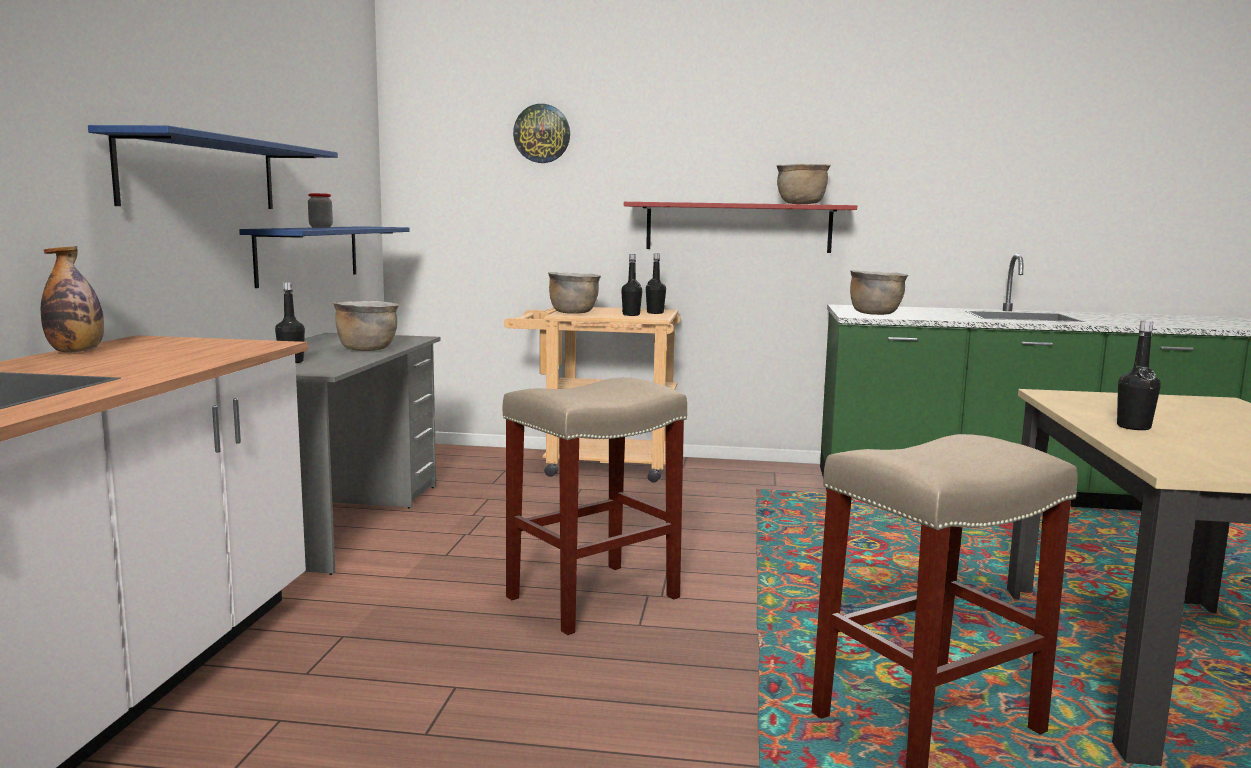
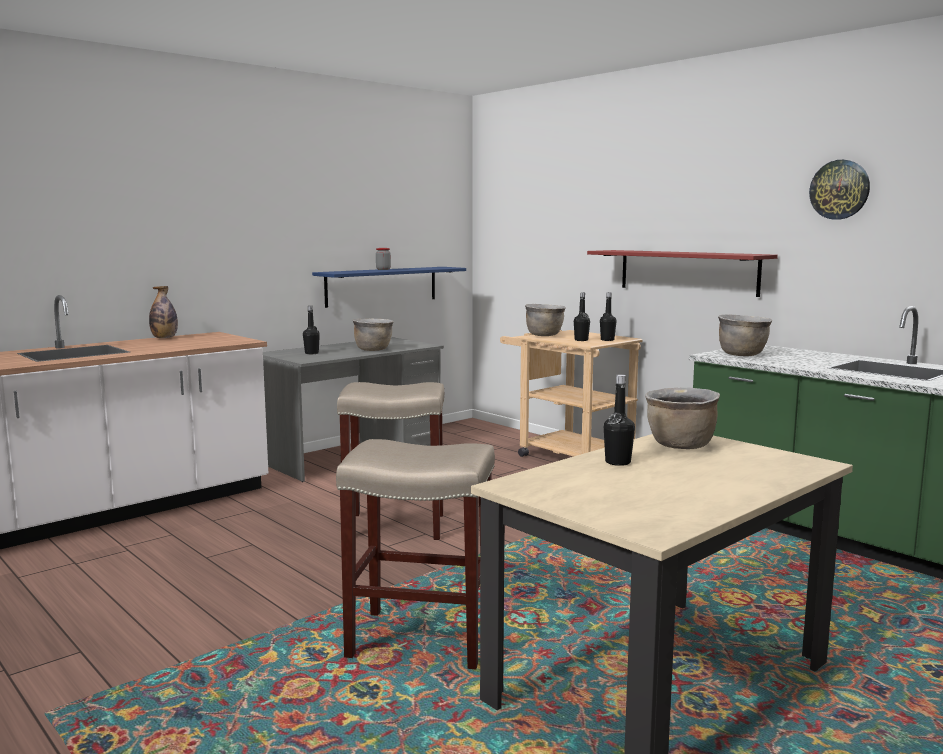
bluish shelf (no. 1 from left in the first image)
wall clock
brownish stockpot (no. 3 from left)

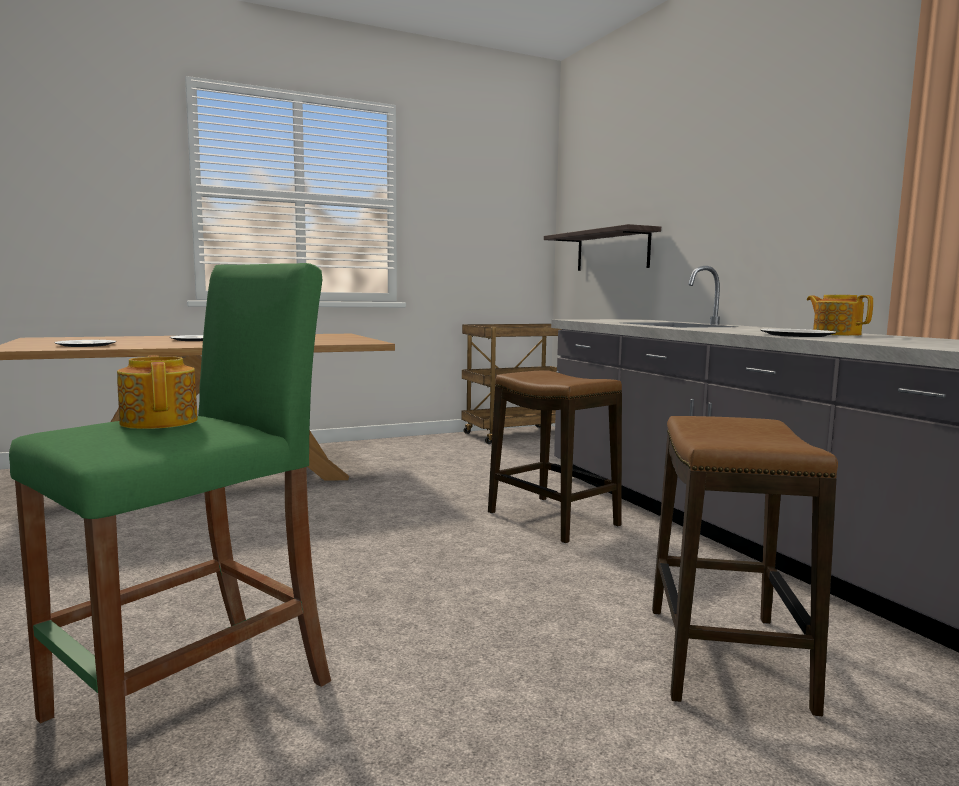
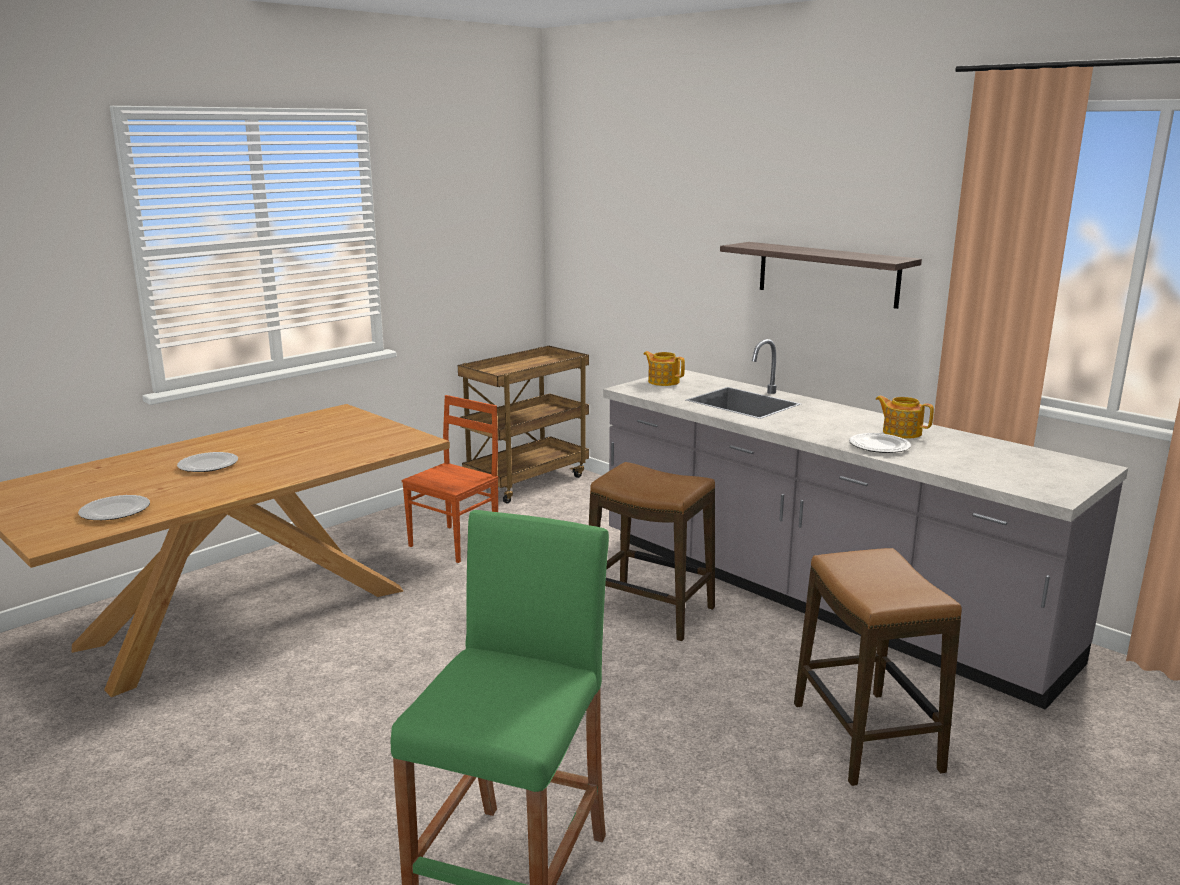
brownish chair
pot for tea (no. 1 from left)
shelf

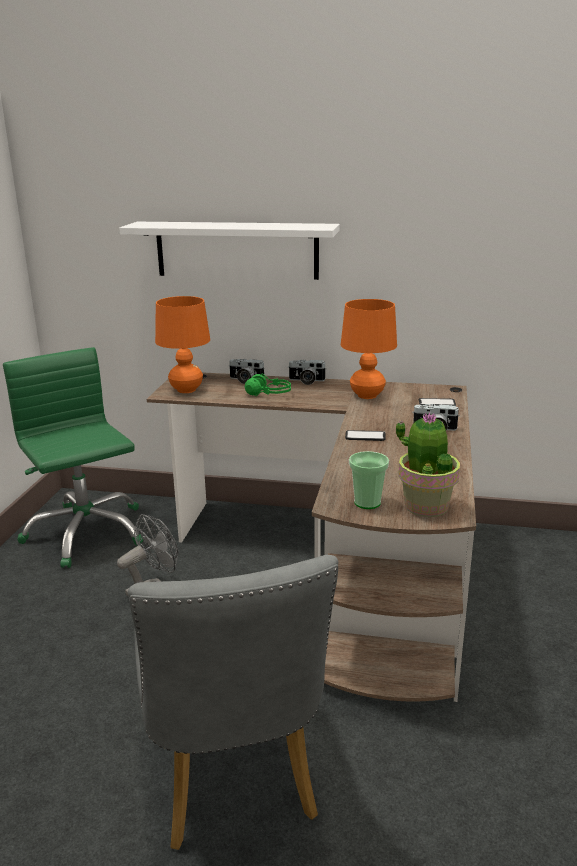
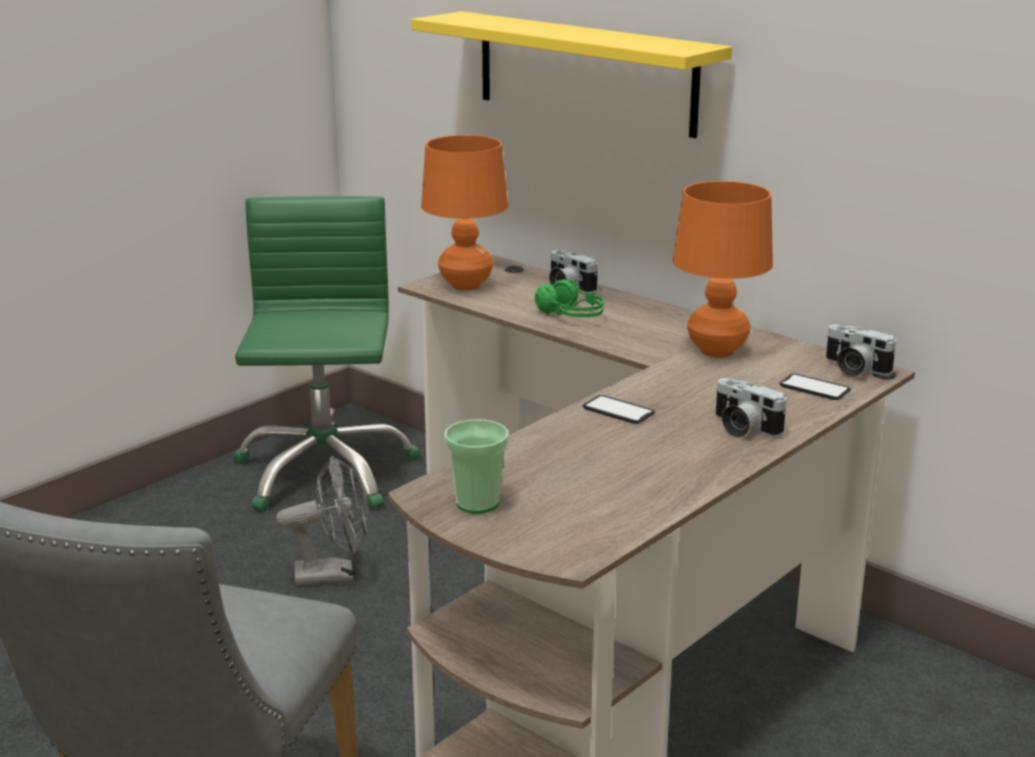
houseplant
still camera (no. 3 from left)
yellow shelf

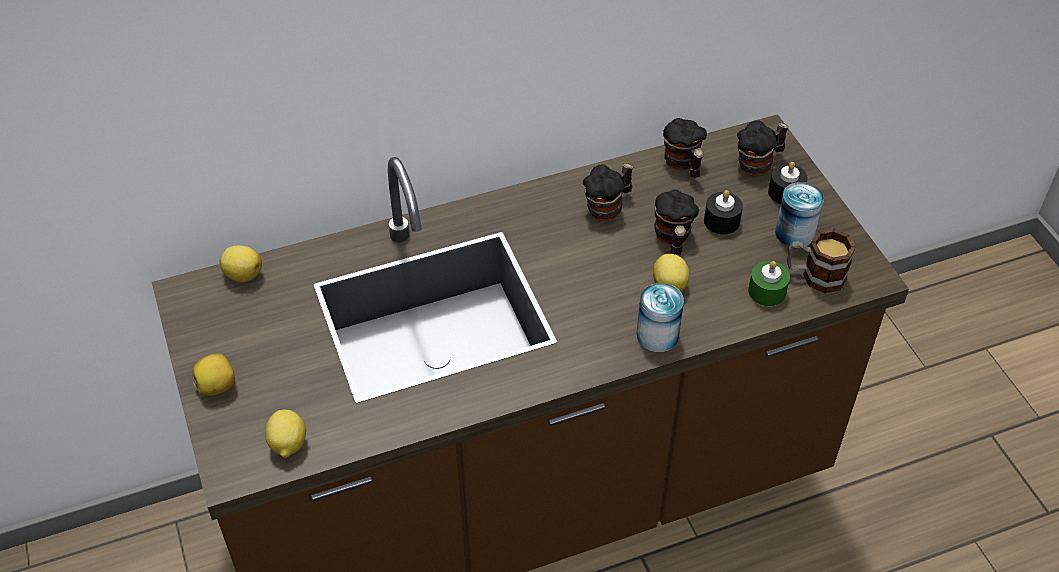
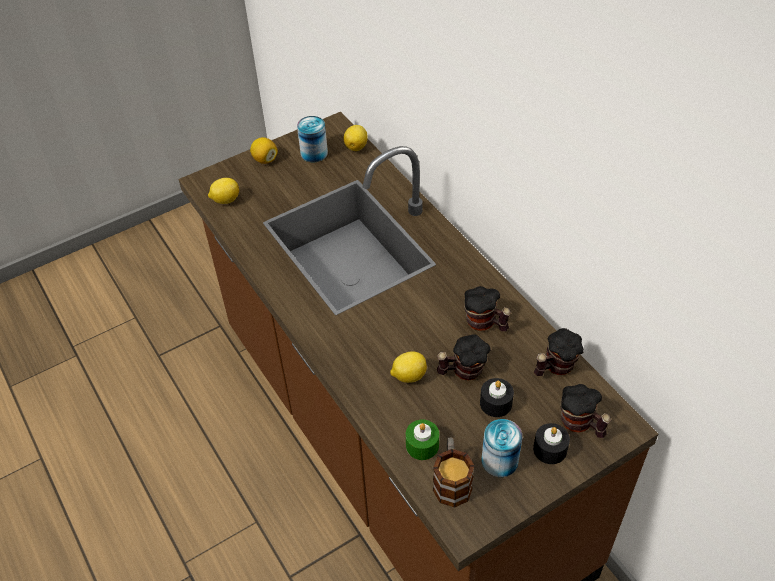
sealed can (no. 1 from left)

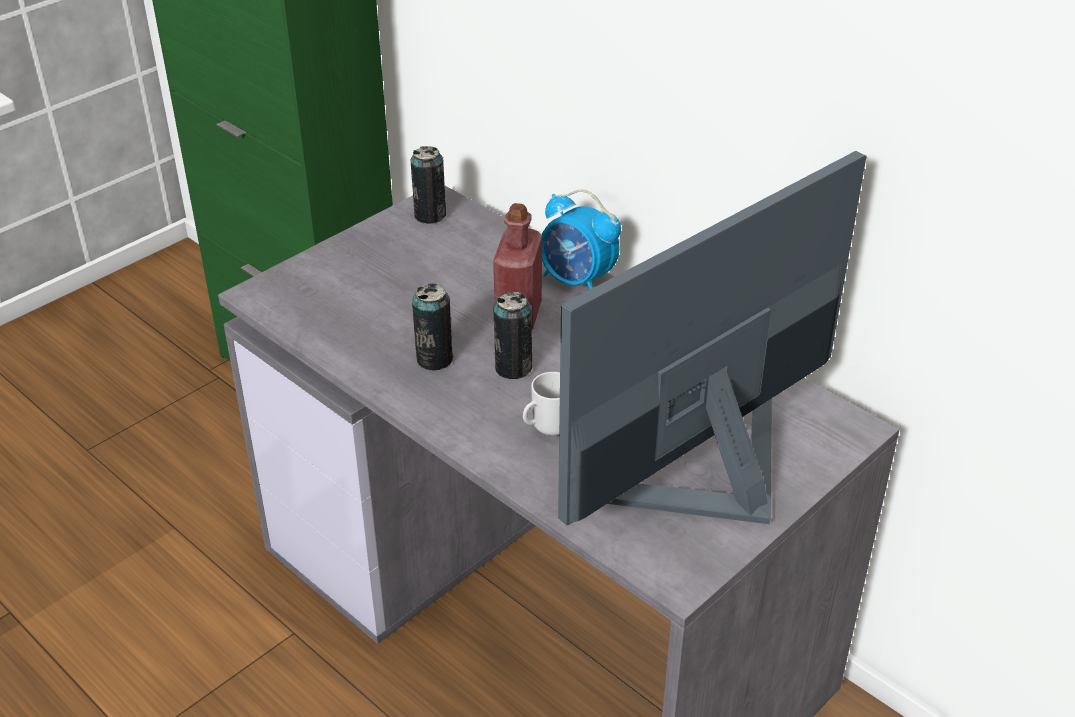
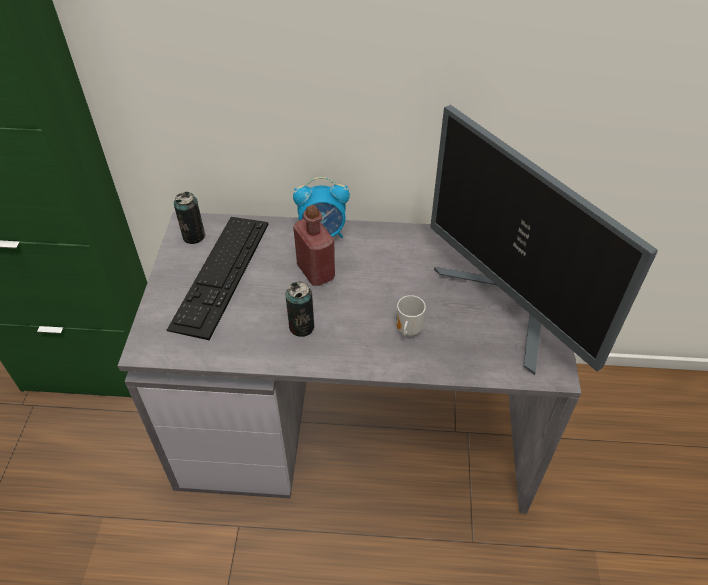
sealed can (no. 3 from left in the first image)
keyboard
computer display

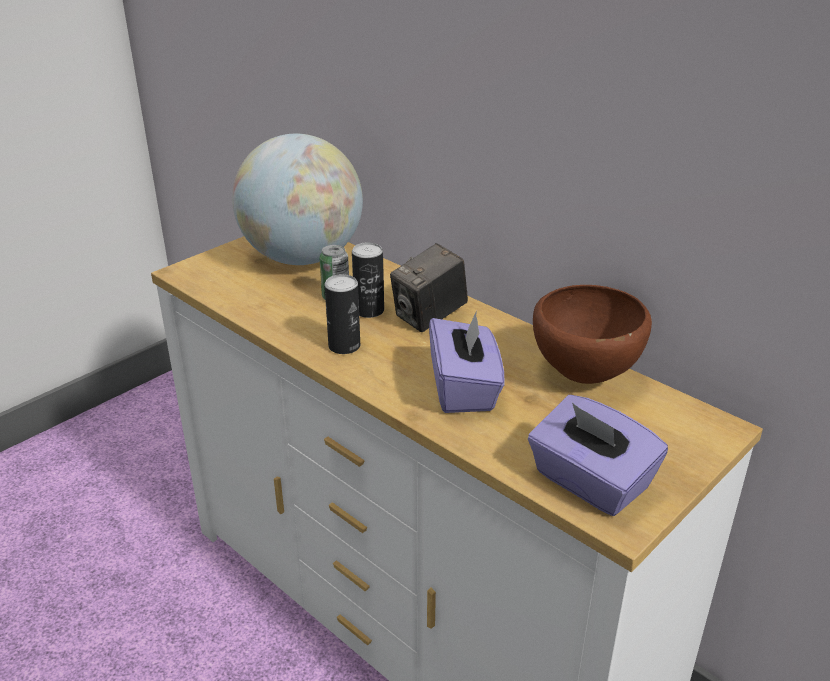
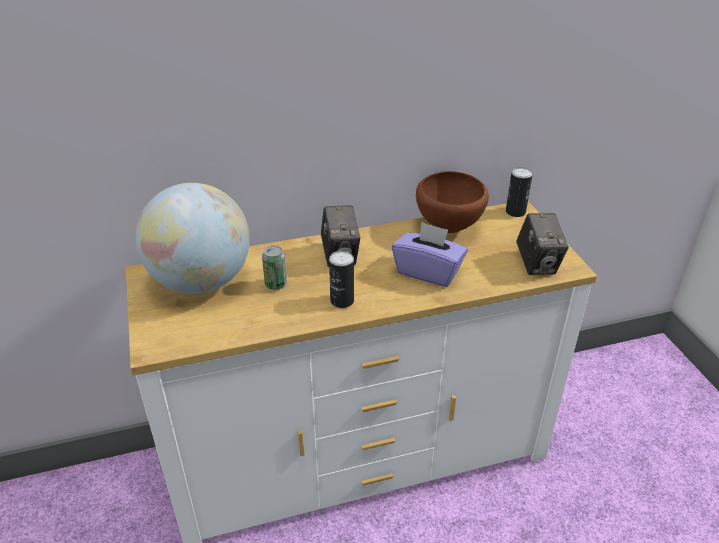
sealed can (no. 3 from left)
still camera (no. 2 from left)

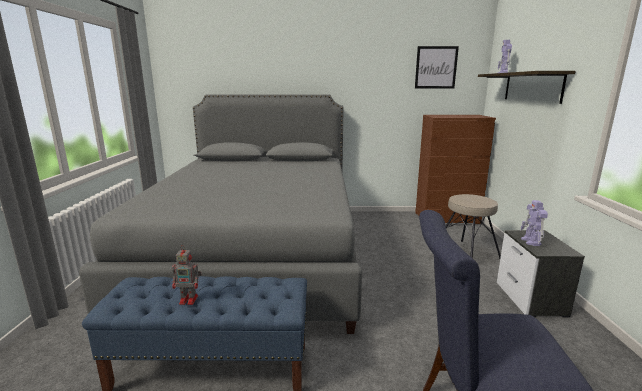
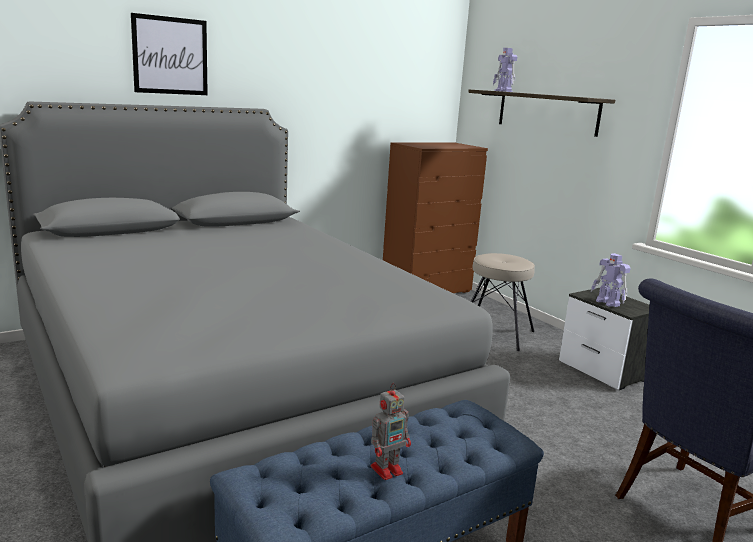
wall picture

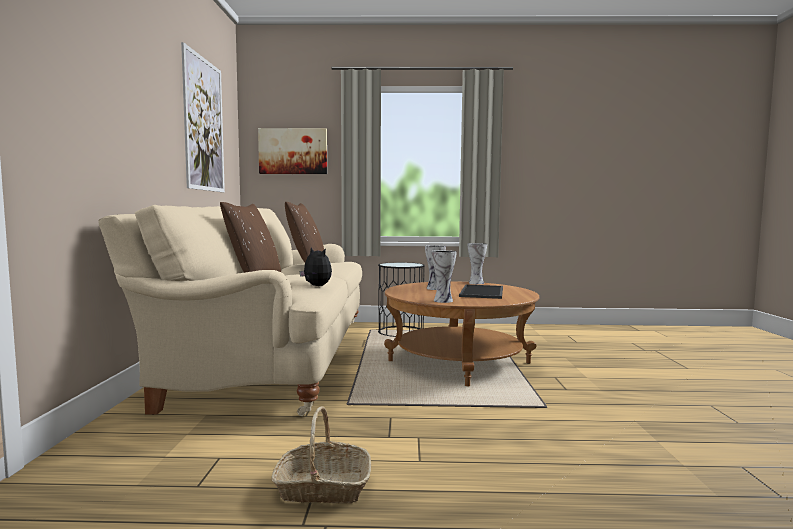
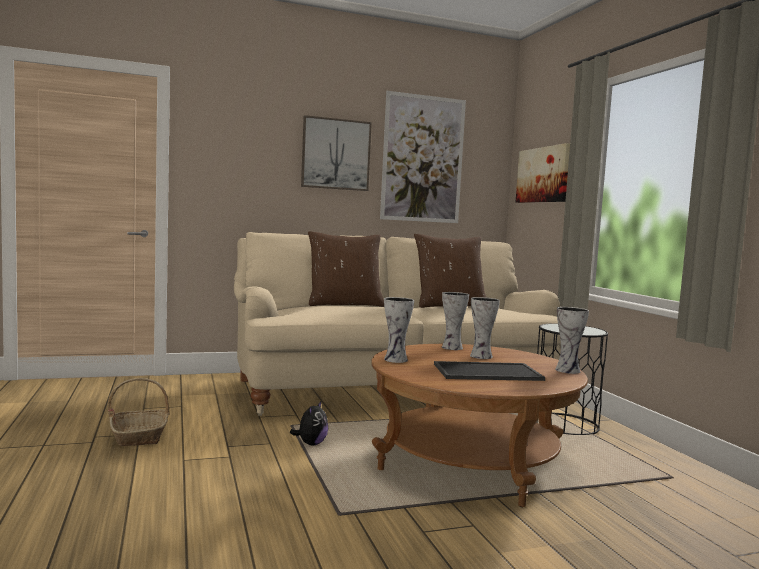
wall picture (no. 1 from left)
vase (no. 2 from left)
plush toy

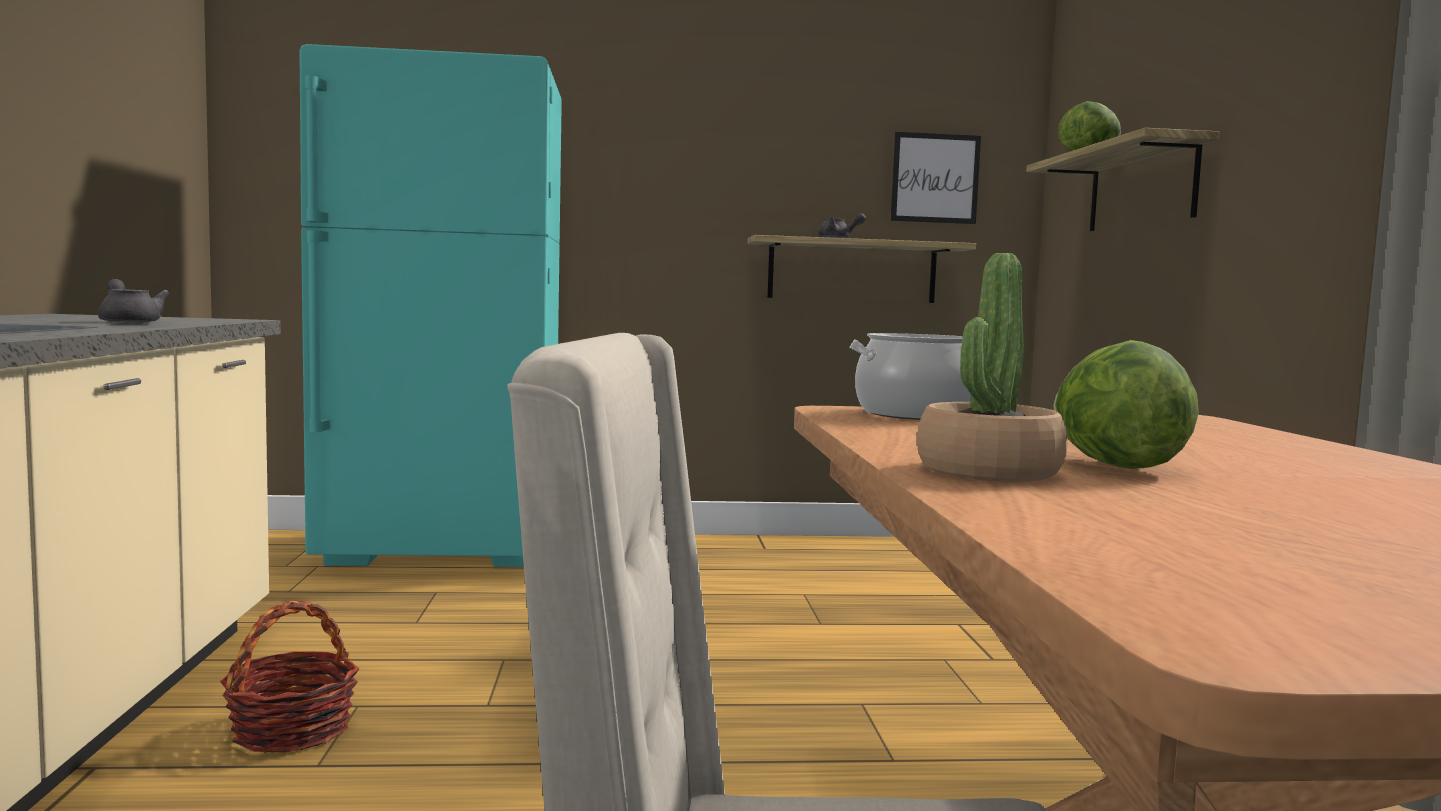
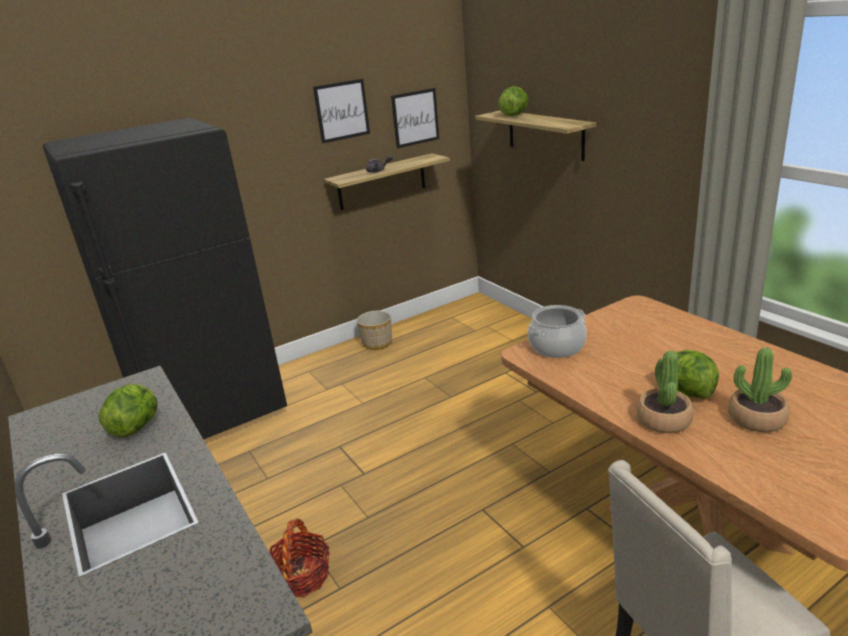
wall picture (no. 1 from left)
planter
houseplant (no. 2 from left)
lettuce head (no. 1 from left)
black fridge

